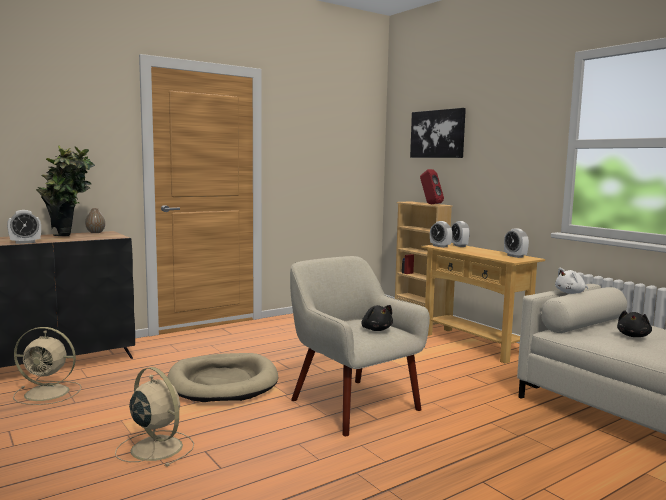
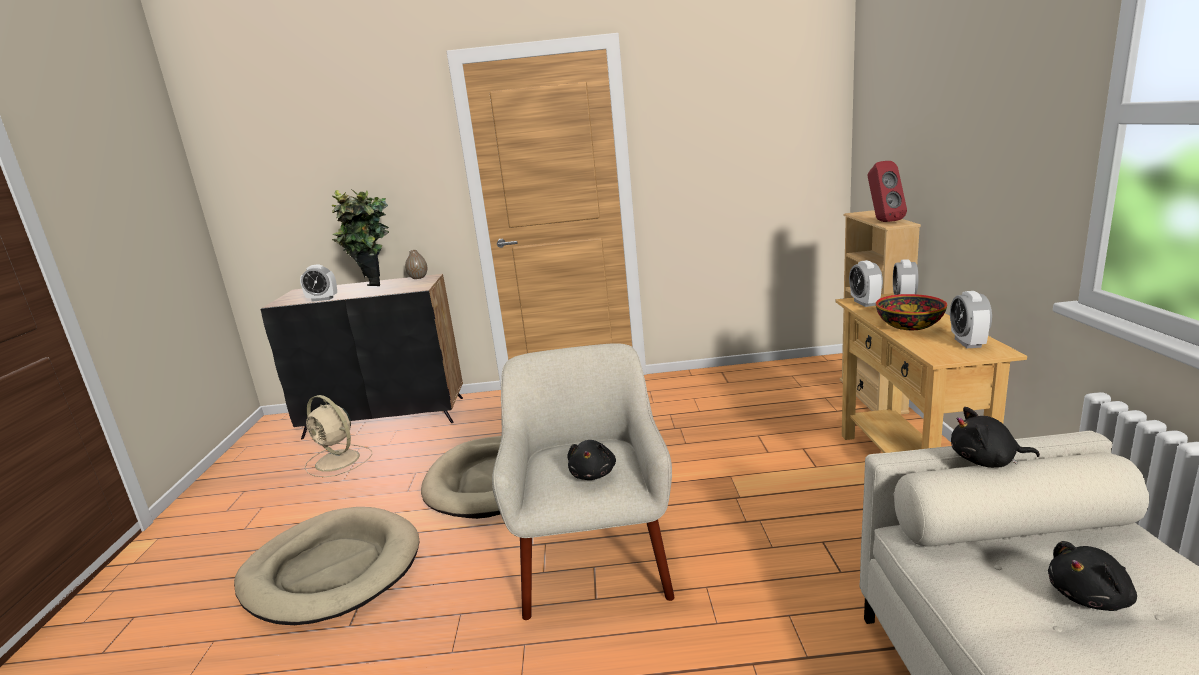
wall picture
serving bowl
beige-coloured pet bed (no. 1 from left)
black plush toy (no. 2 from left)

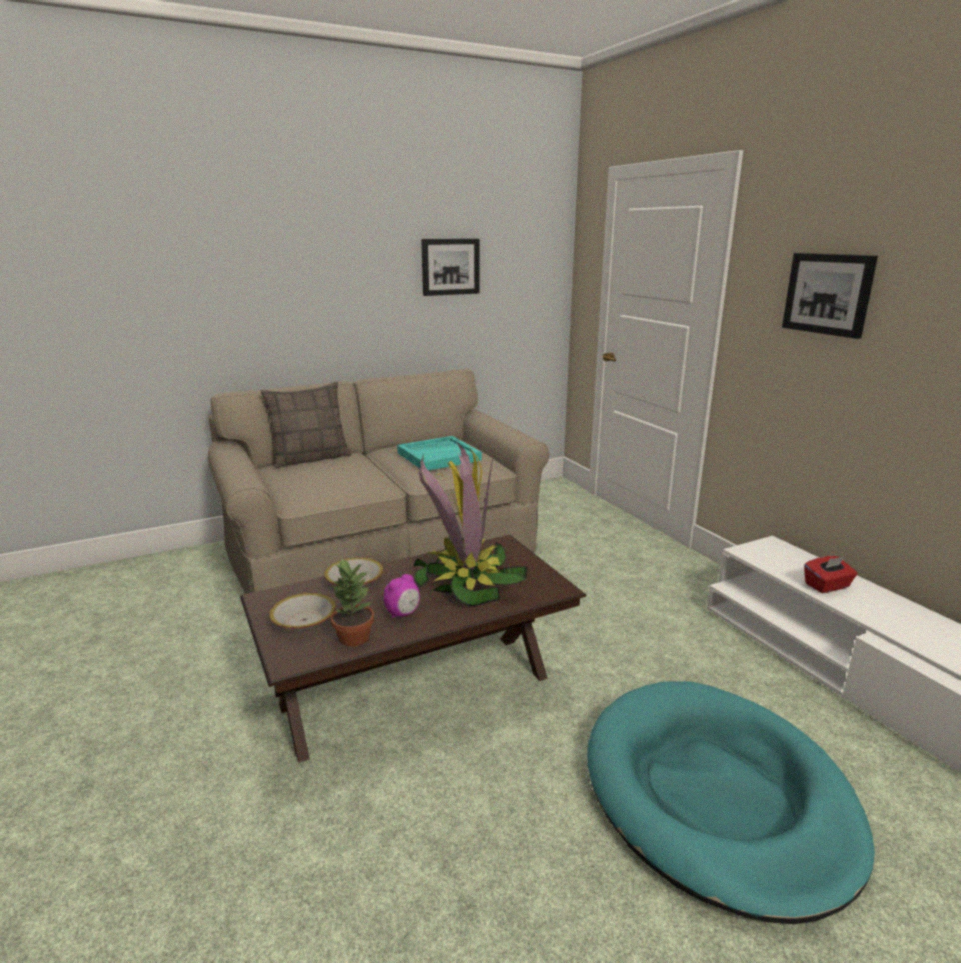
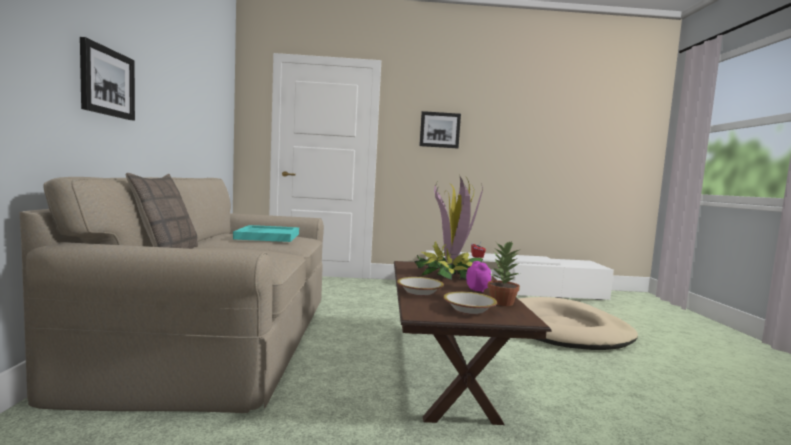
wall picture (no. 1 from left)
beige-coloured pet bed

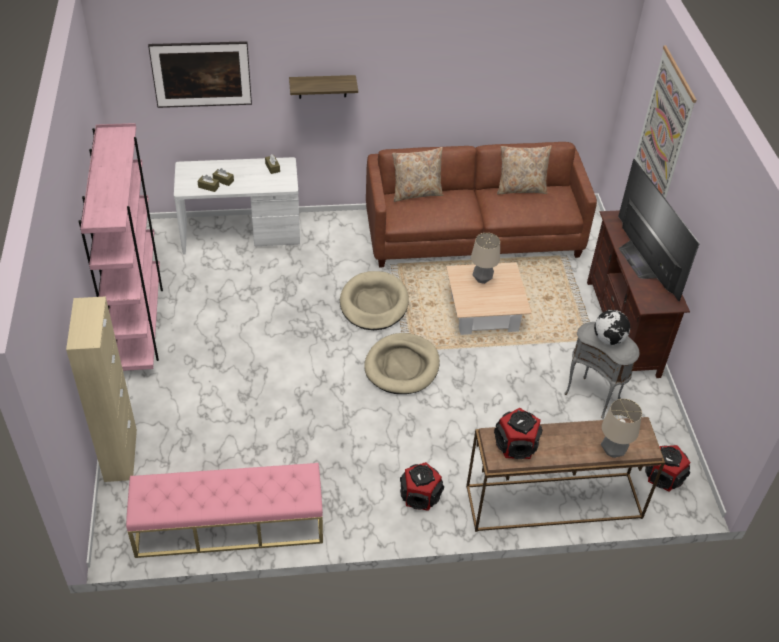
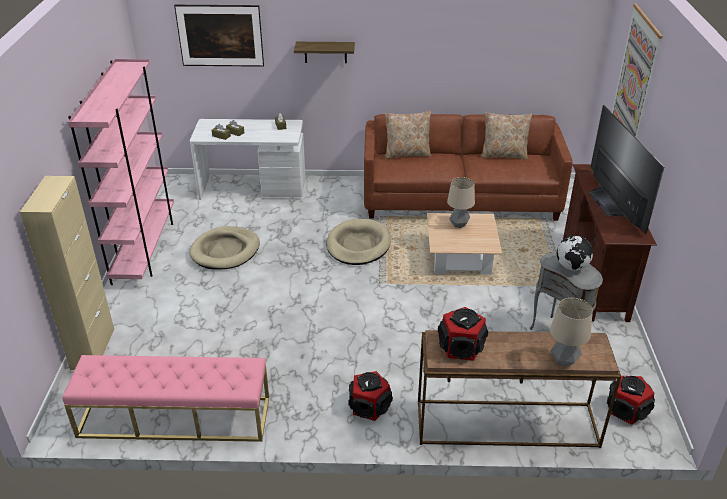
beige-coloured pet bed (no. 1 from left)

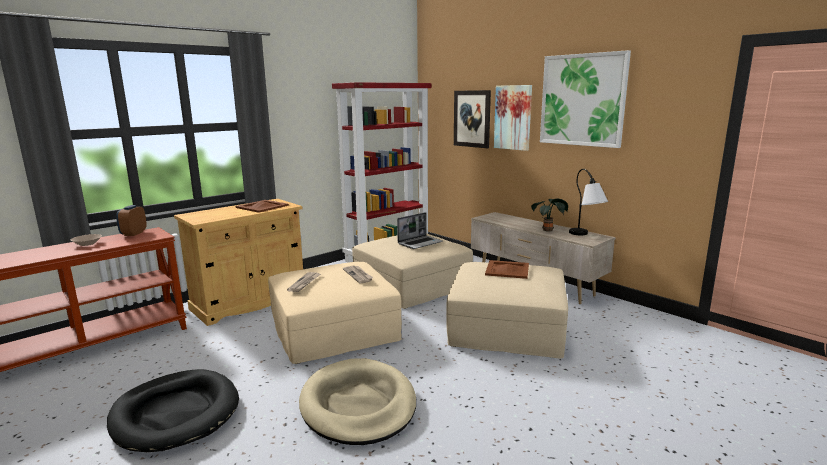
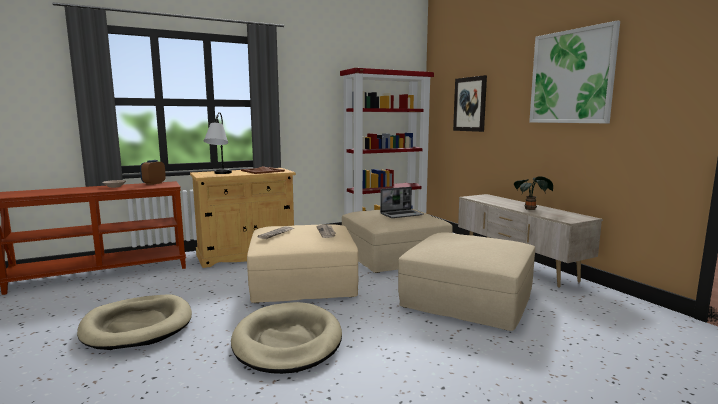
brownish serving tray (no. 2 from left in the first image)
wall picture (no. 2 from left in the first image)
tabletop lamp
beige-coloured pet bed (no. 1 from left)

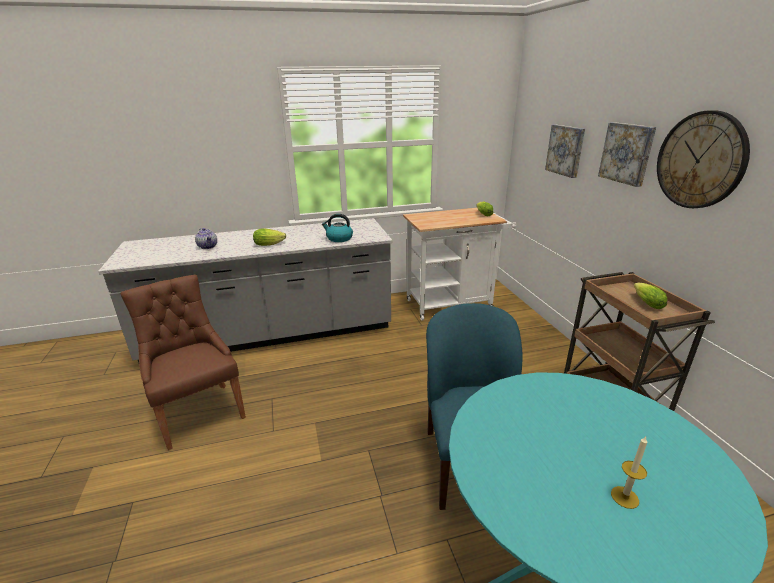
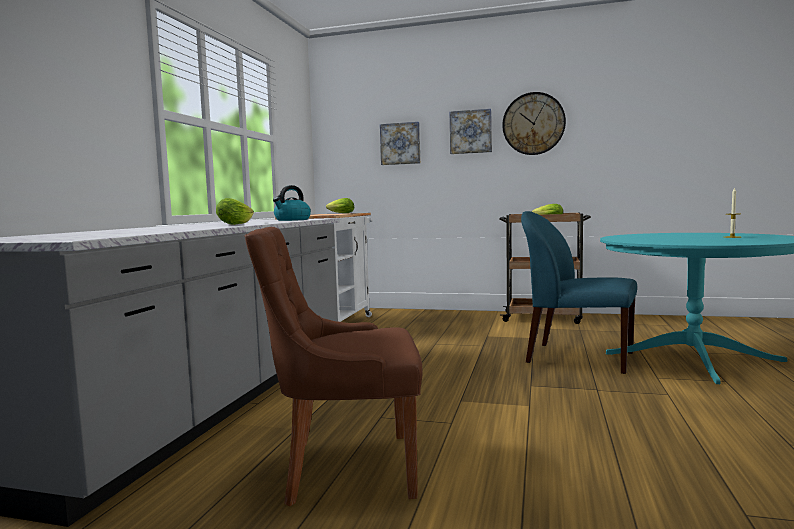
pot for tea

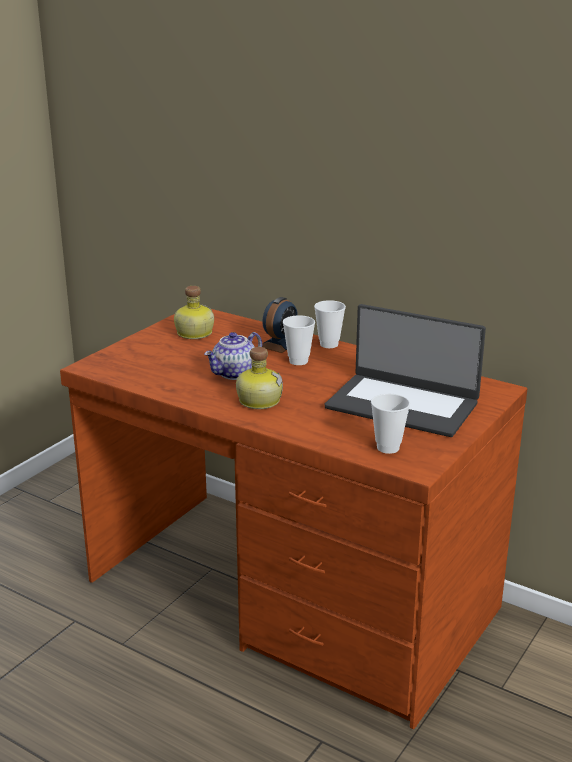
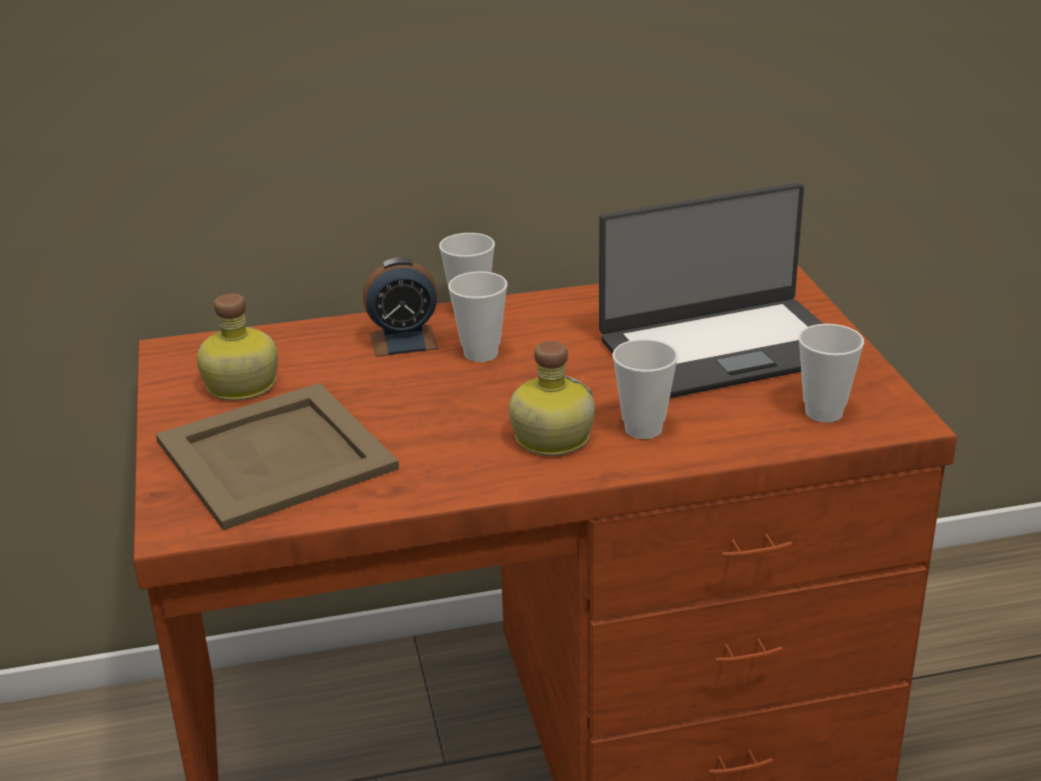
pot for tea
beige-coloured serving tray
small cup (no. 3 from left)
table clock

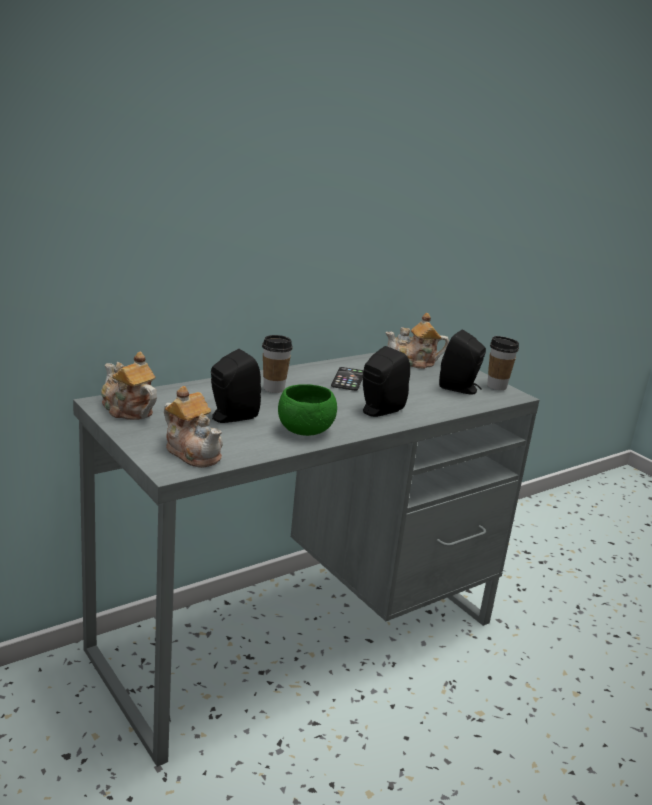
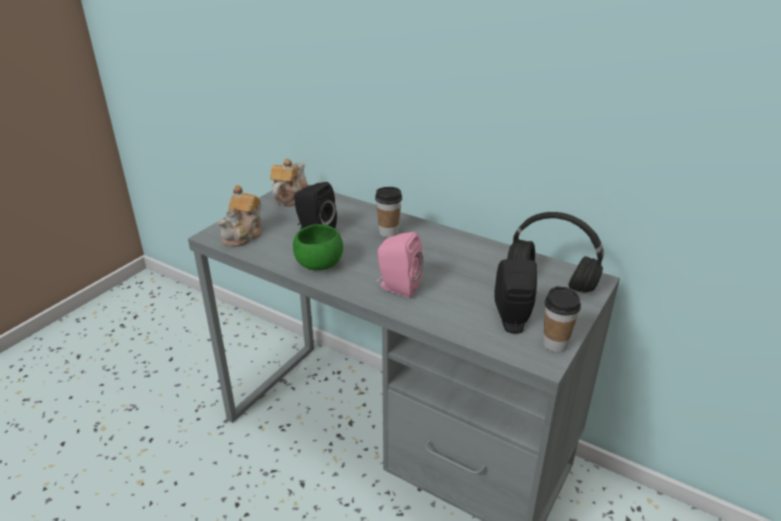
telephone
black headset
pink-coloured audio speaker

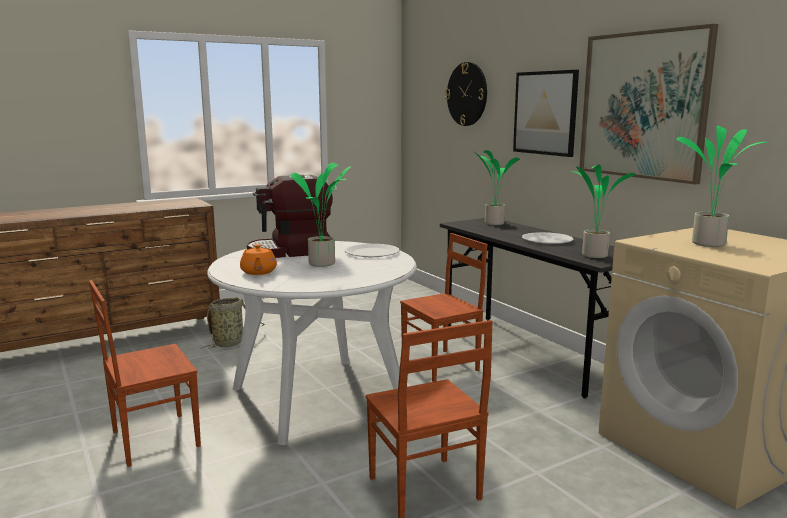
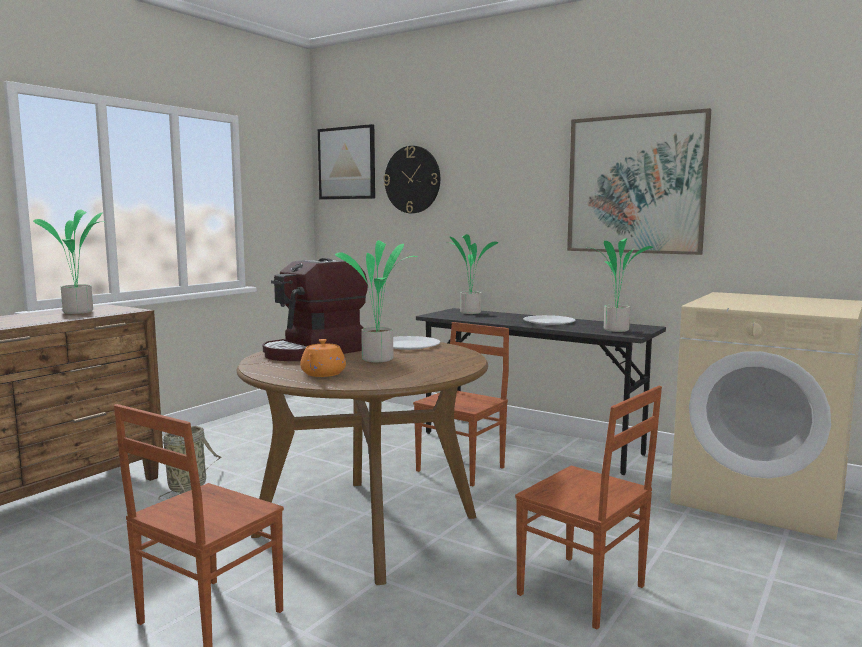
wall picture (no. 1 from left)
houseplant (no. 1 from left)
brownish kitchen table
orange-coloured pot for tea

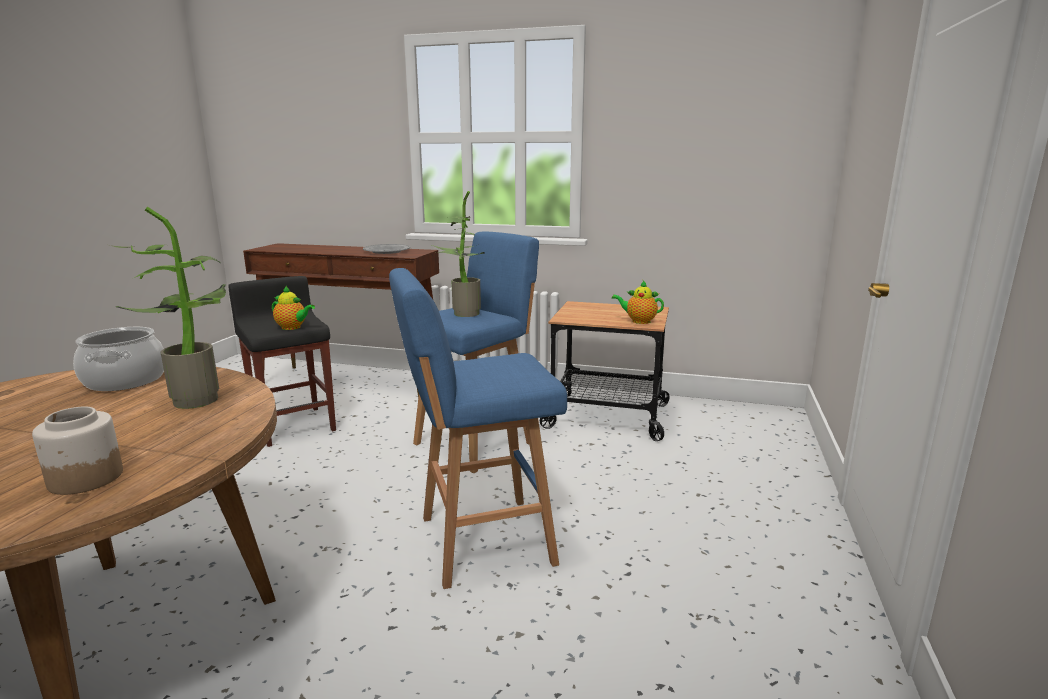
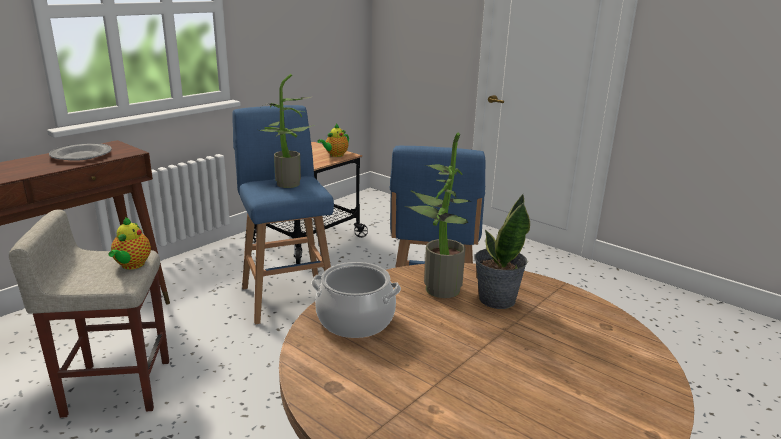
preserve jar
houseplant (no. 3 from left)
beige-coloured sitting stool
pot for tea (no. 1 from left)

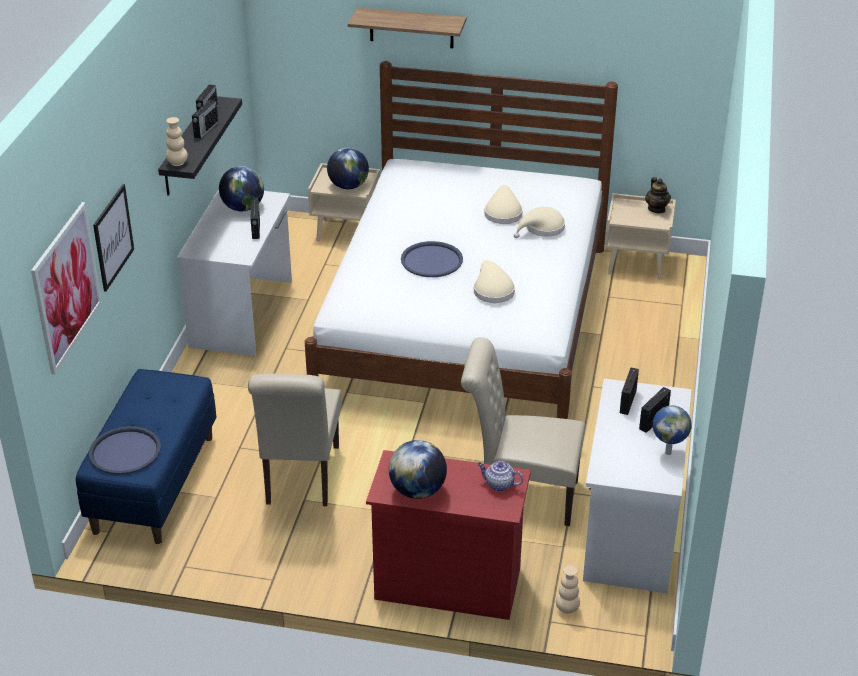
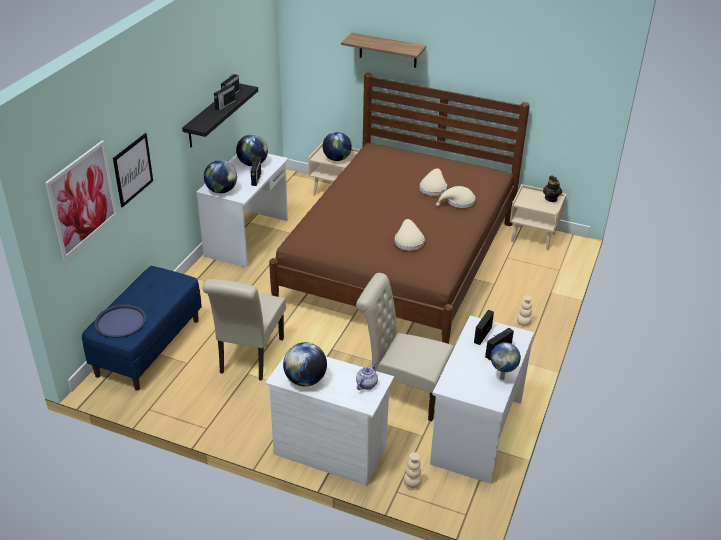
bluish serving tray (no. 2 from left in the first image)
desk globe (no. 1 from left)
beige-coloured vase (no. 2 from left)
brownish bedroom bed
white dresser
pot for tea (no. 1 from left)

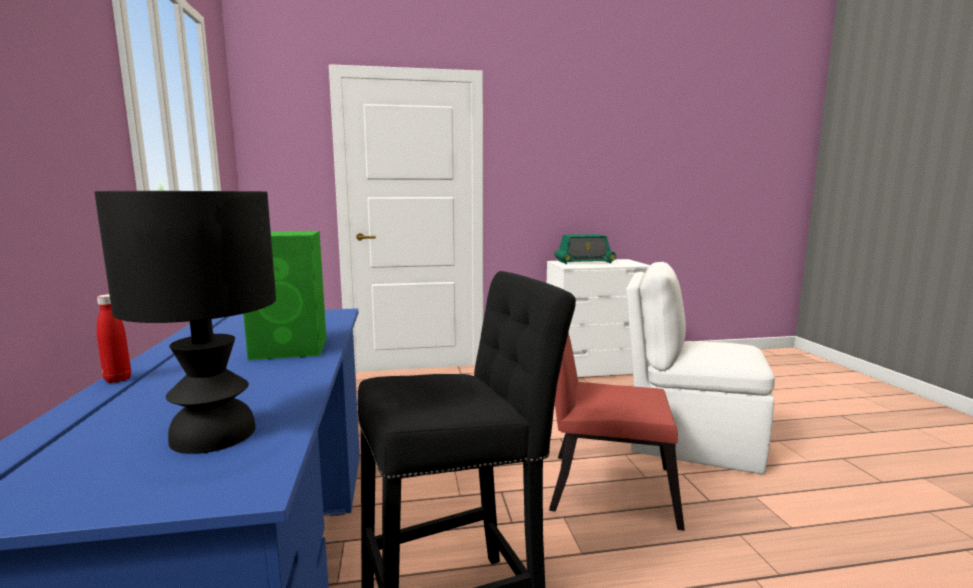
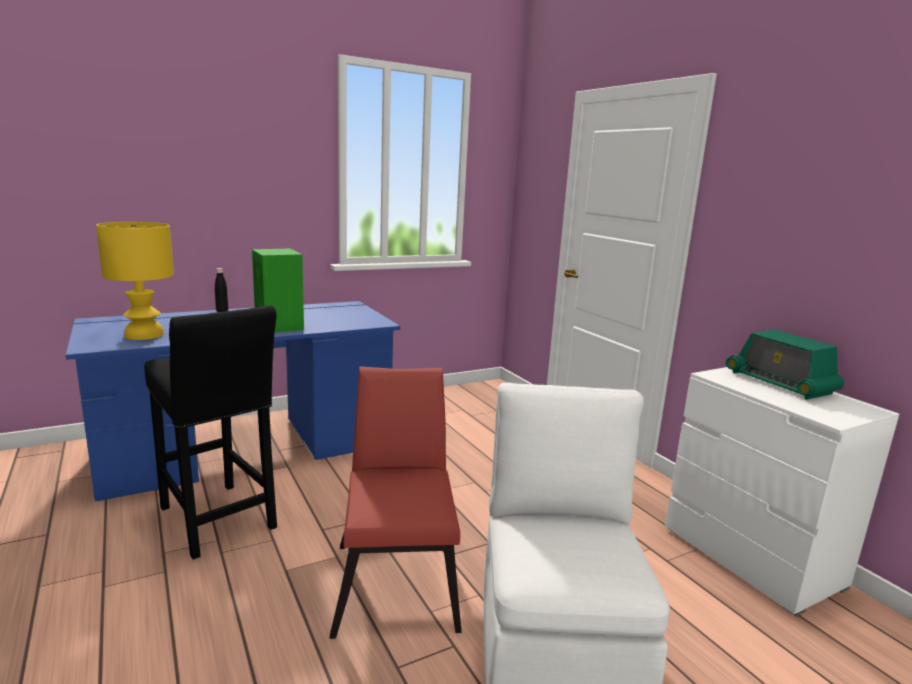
yellow tabletop lamp
black bottle

